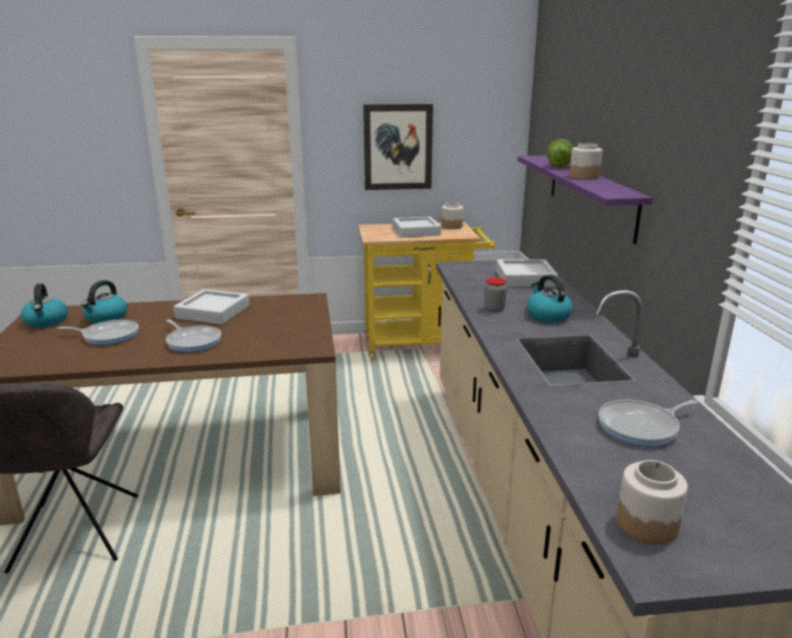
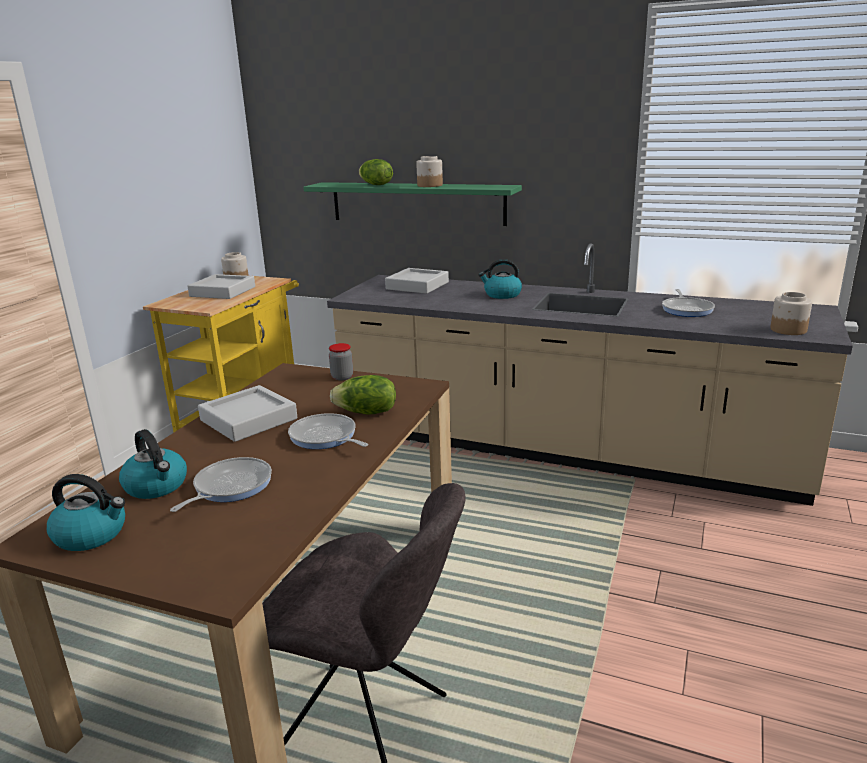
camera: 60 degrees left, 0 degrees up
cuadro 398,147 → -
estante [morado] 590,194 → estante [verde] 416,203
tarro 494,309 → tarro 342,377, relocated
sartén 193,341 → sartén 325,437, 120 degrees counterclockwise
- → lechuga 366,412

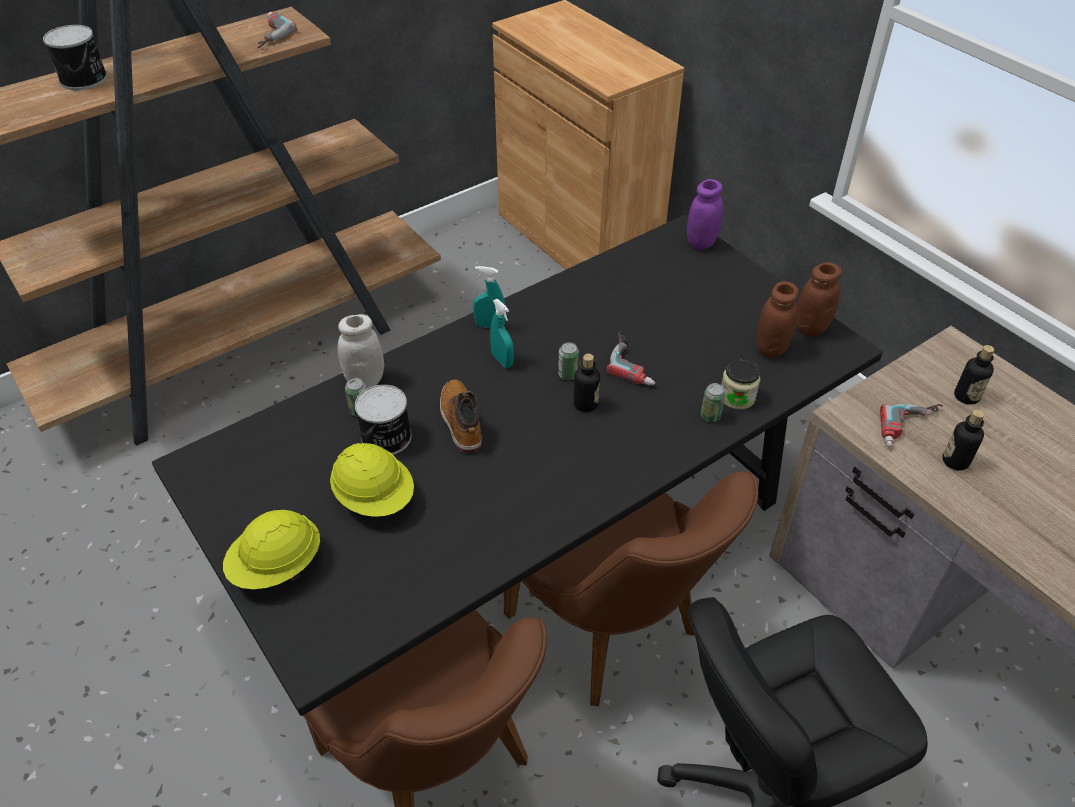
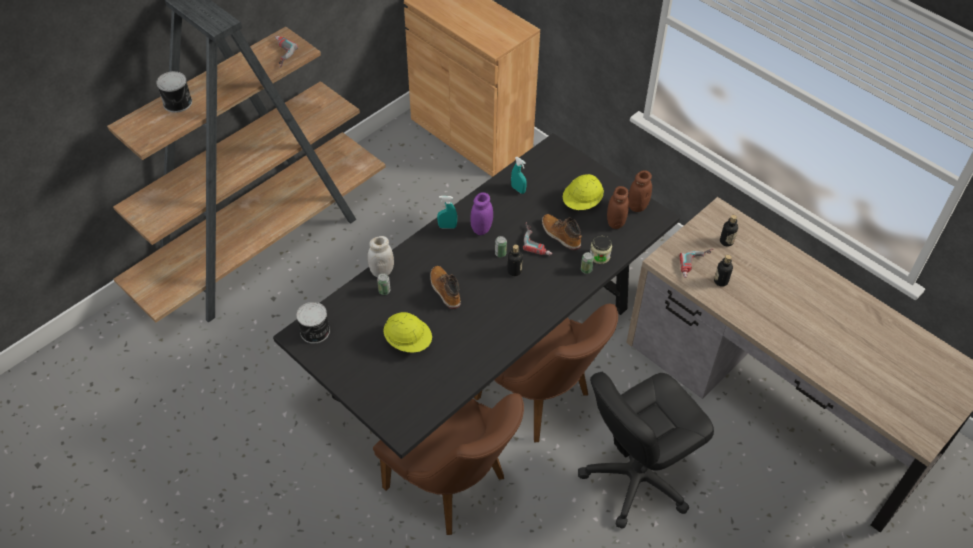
camera: 10 degrees left, 5 degrees up
tarro [morado] 701,243 → tarro [morado] 481,229, relocated
pulverizador [turquesa] 502,360 → pulverizador [turquesa] 518,189, relocated
lata 386,438 → lata 315,332, relocated
casco [amarillo] 277,566 → casco [amarillo] 582,202, relocated
- → bota 560,235

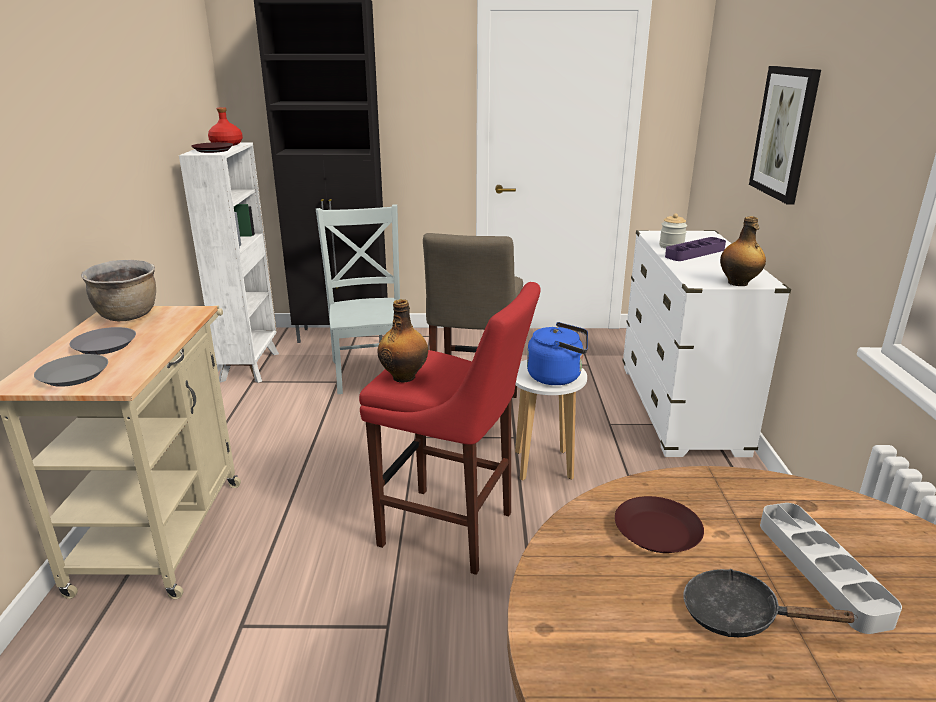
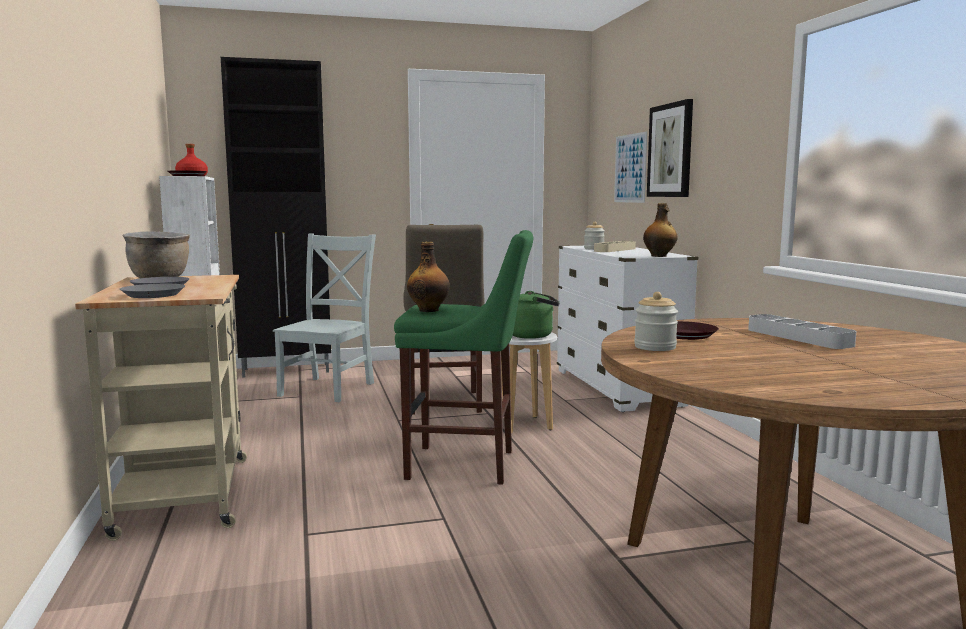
camera: 15 degrees left, 15 degrees down
silla [gris] 371,371 → silla [gris] 329,388, 45 degrees clockwise
bandeja [morado] 695,253 → bandeja [beis] 615,250
taburete [rojo] 452,531 → taburete [verde] 467,465
hervidor [azul] 558,377 → hervidor [verde] 533,335
sartén [negro] 739,616 → -
- → cuadro 630,168
- → tarro 655,347

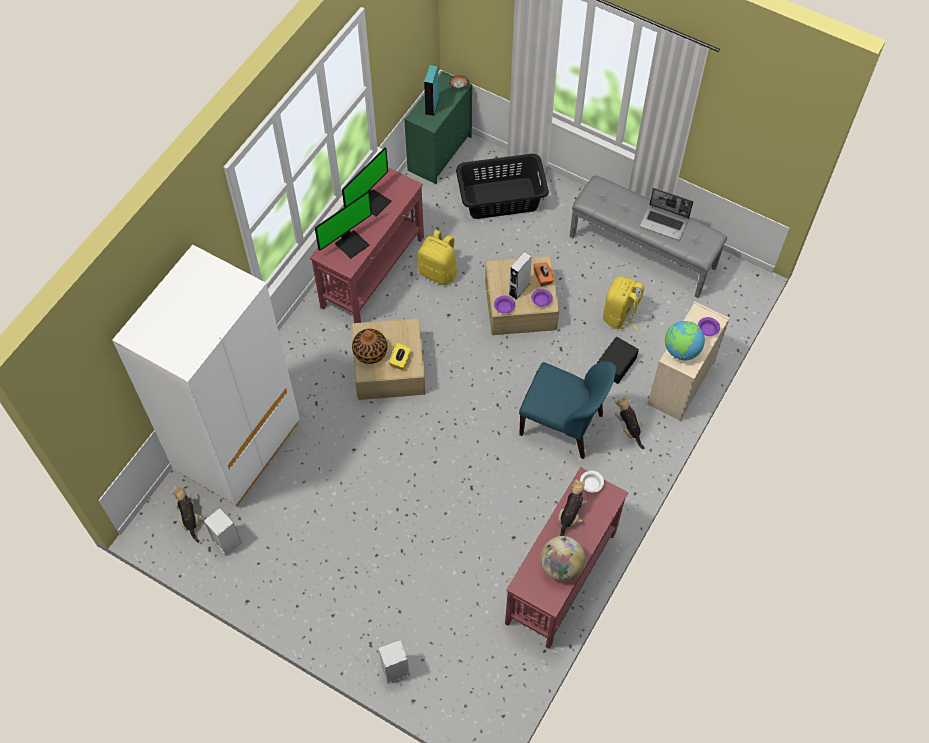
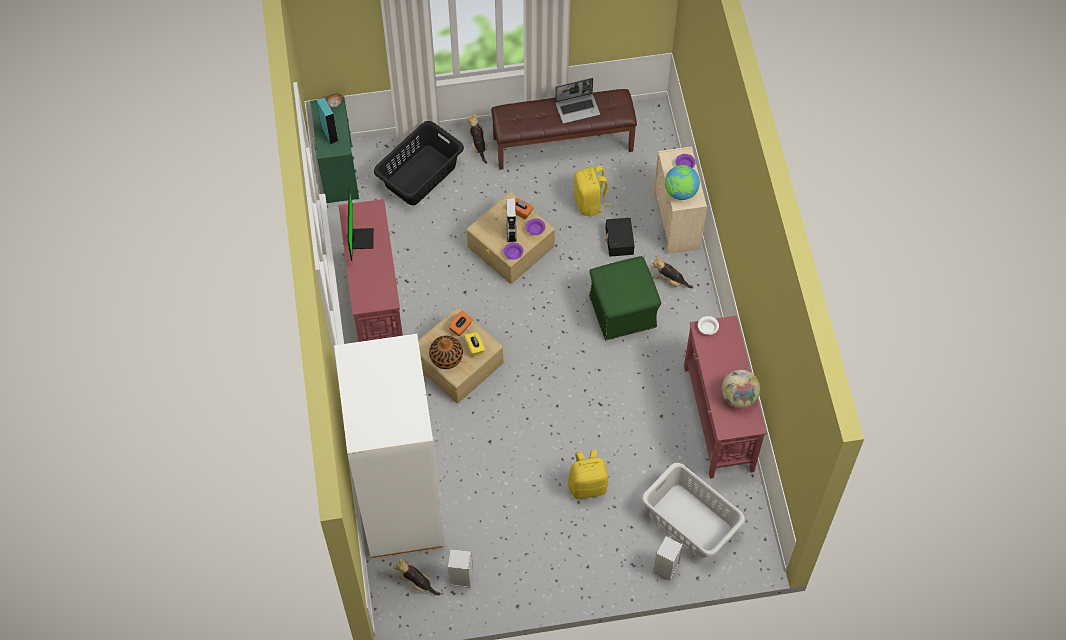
camera: 40 degrees left, 0 degrees up
banco [gris] 643,251 → banco [marrón] 563,143
monitor 351,243 → -
mochila [amarillo] 439,272 → mochila [amarillo] 588,485, relocated
silla [azul] 563,425 → puf [verde] 623,312
peluche 571,515 → peluche 478,145, relocated
- → caja de pañuelos [naranja] 461,327
- → cesto de la ropa [gris] 690,522

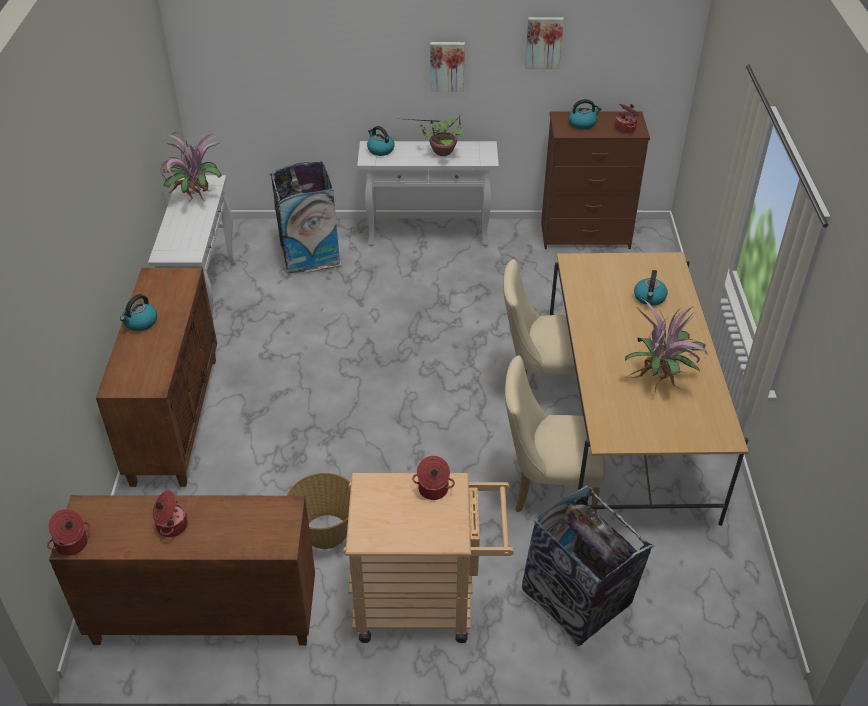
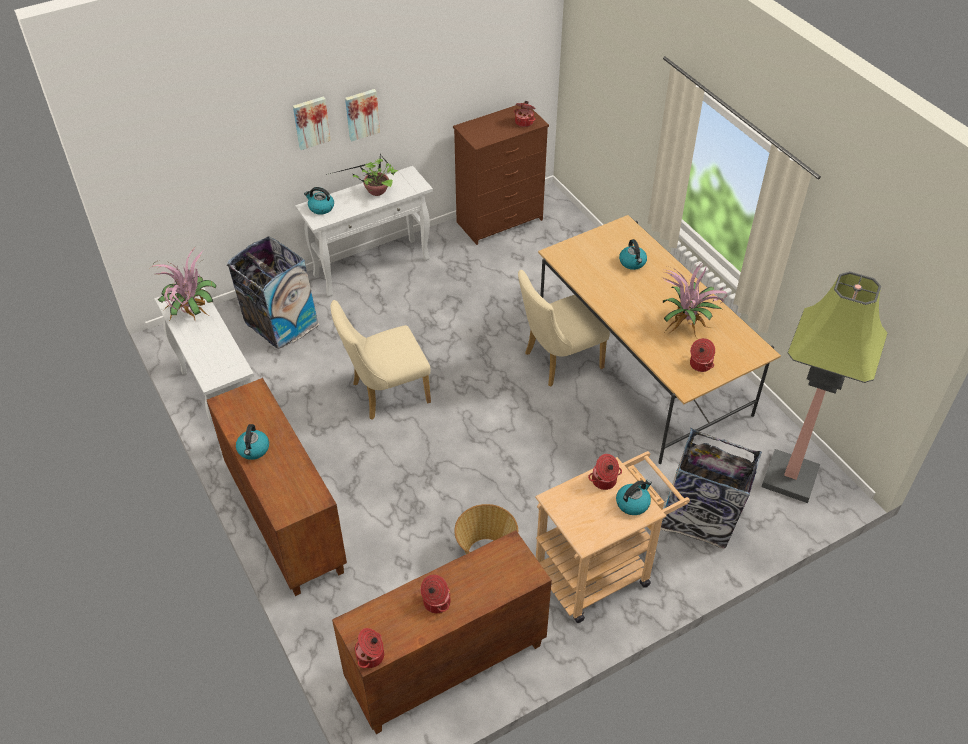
camera: 30 degrees left, 5 degrees up
cuadro 543,42 → cuadro 311,122, relocated
hervidor 582,124 → hervidor 633,503, relocated
silla [beis] 547,489 → silla [beis] 385,394, relocated
- → lámpara de pie 789,478
- → olla 700,365

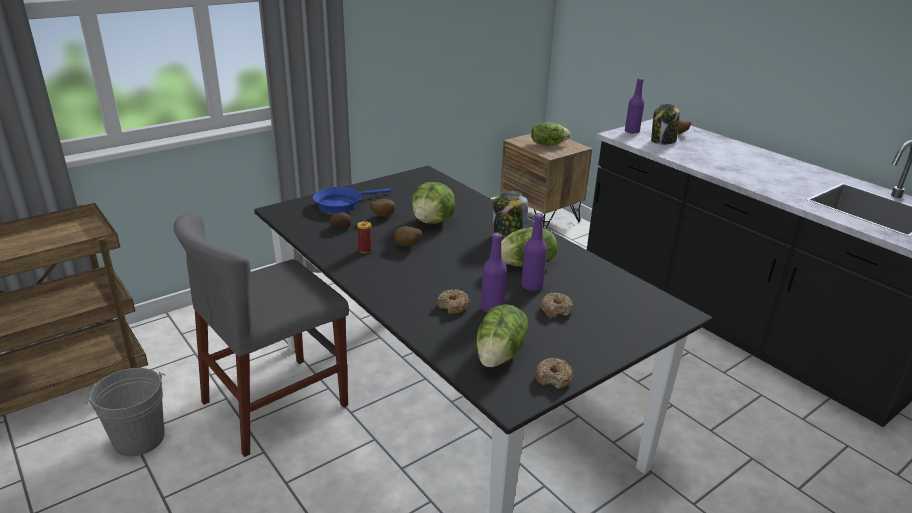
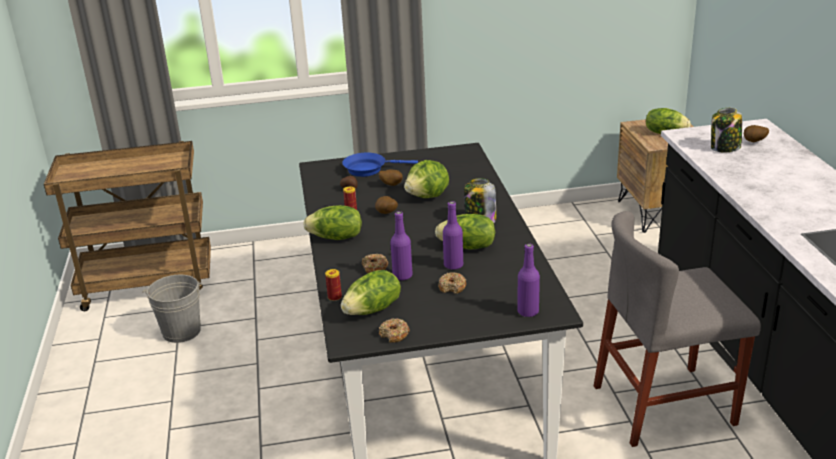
camera: 30 degrees right, 0 degrees up
botella [morado] 632,132 → botella [morado] 528,312, relocated
silla [gris] 275,403 → silla [gris] 664,405, relocated
- → lechuga 336,238
- → lata 334,297

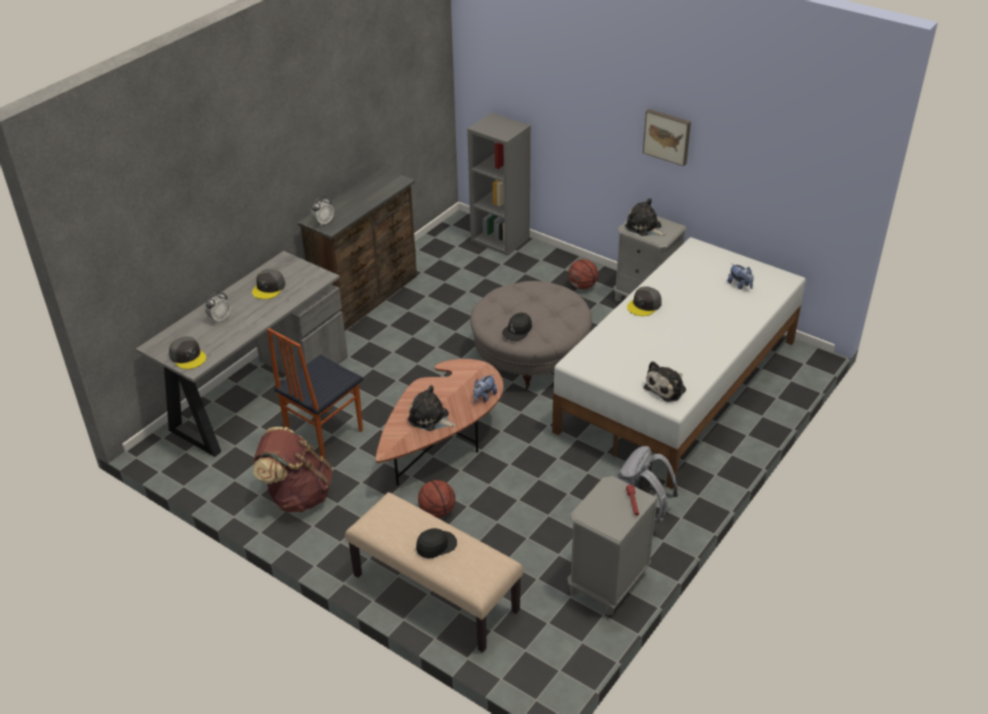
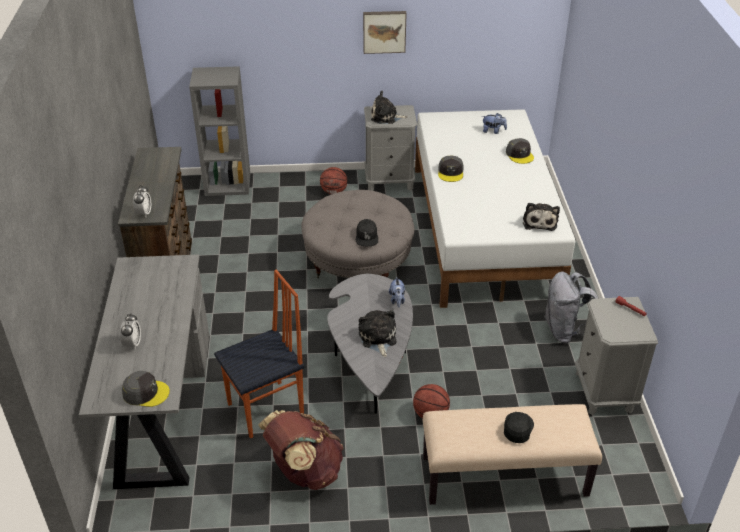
camera: 40 degrees left, 0 degrees up
gorra [gris] 269,288 → gorra [gris] 519,155, relocated
silla 323,435 → silla 267,409, 120 degrees counterclockwise
mesa de centro [marrón] 443,442 → mesa de centro [gris] 371,359
peluche 430,419 → peluche 378,338, 90 degrees clockwise

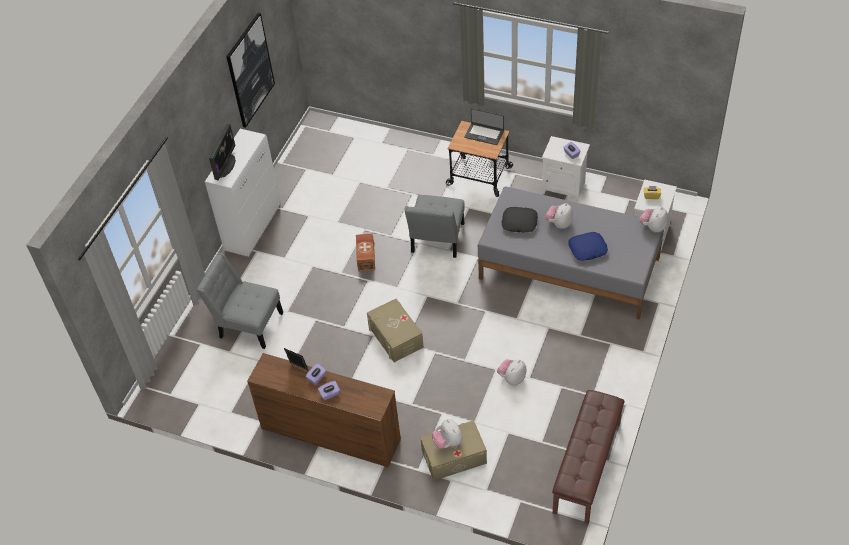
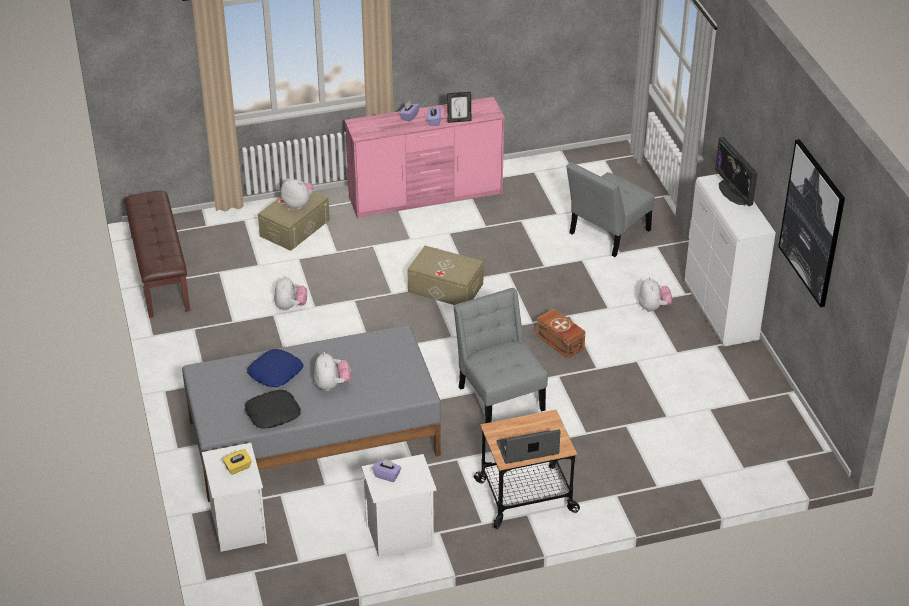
camera: 140 degrees right, 10 degrees down
cojín [negro] 519,223 → cojín [negro] 273,413, relocated
peluche 653,227 → peluche 653,307, relocated
silla [gris] 248,324 → silla [gris] 606,234, 150 degrees clockwise
cómoda [marrón] 330,433 → cómoda [rosa] 426,196

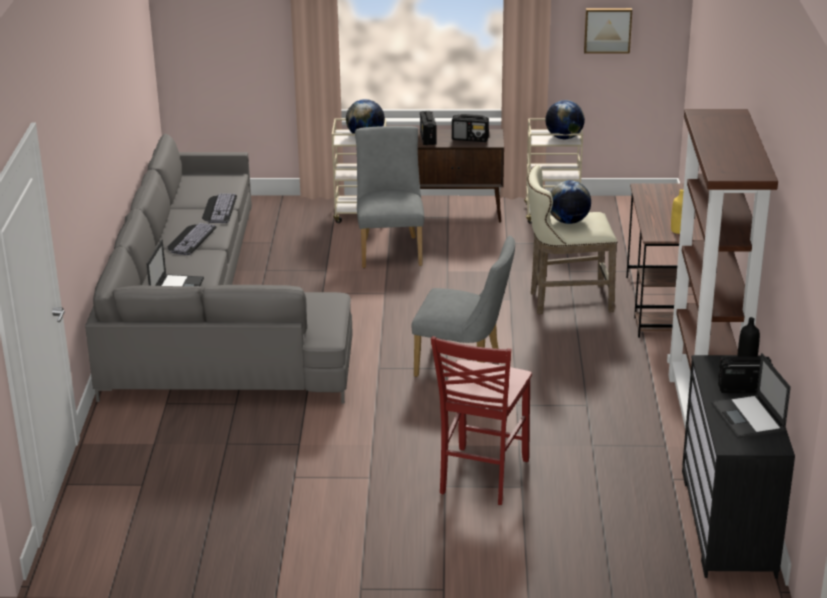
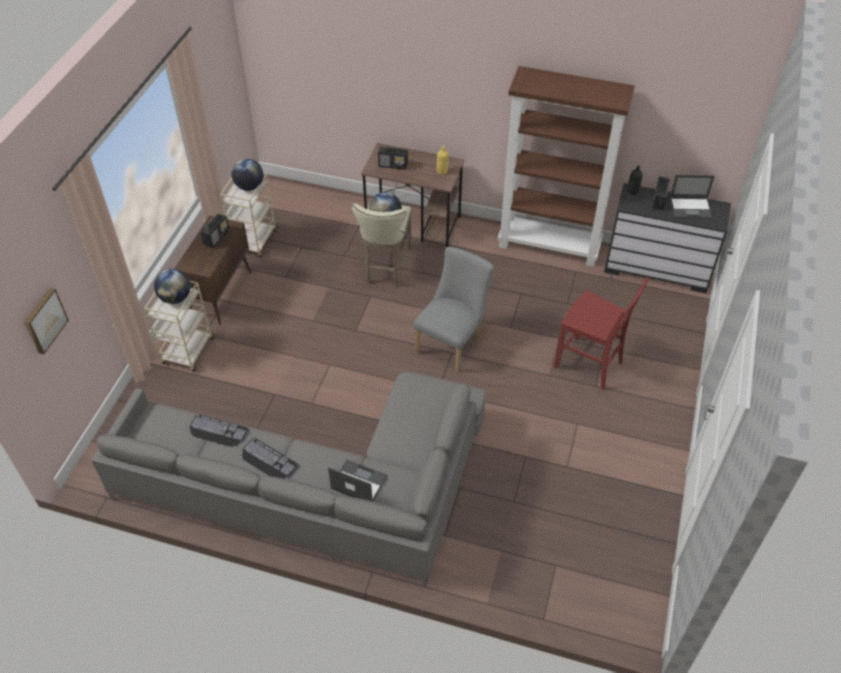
camera: 75 degrees left, 20 degrees up
cuadro 607,29 → cuadro 44,320, relocated
radio 428,138 → radio 393,165, relocated
silla [gris] 390,249 → -

